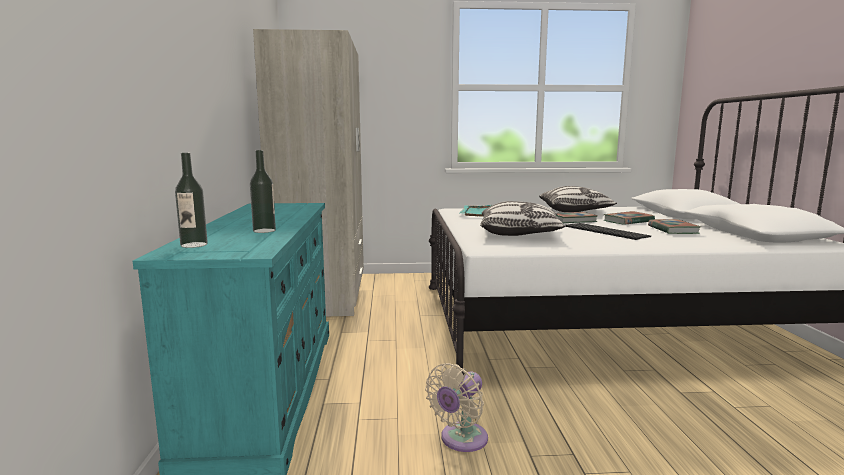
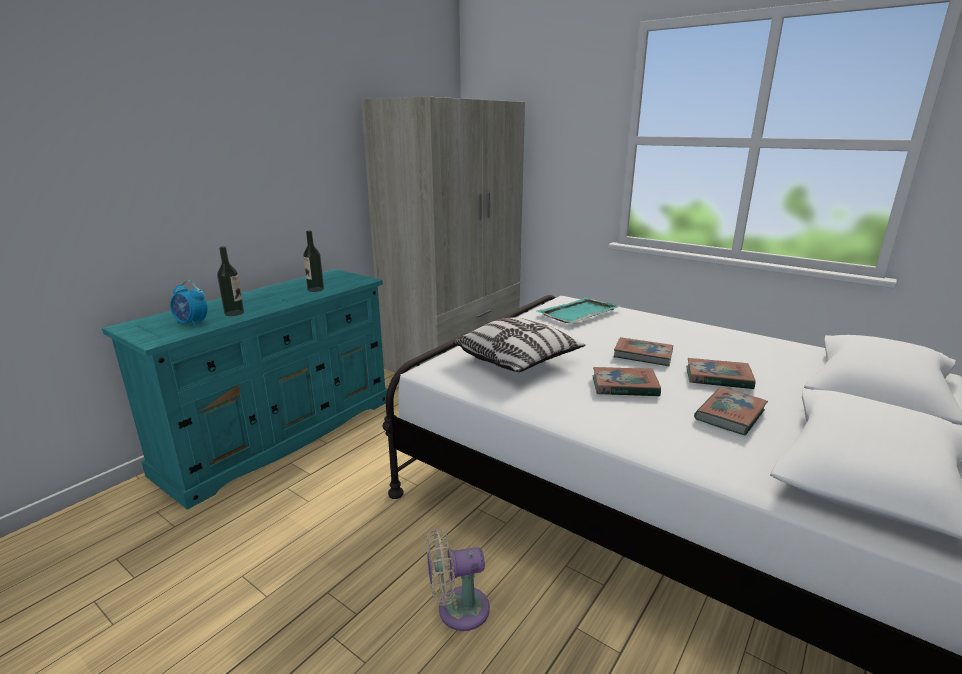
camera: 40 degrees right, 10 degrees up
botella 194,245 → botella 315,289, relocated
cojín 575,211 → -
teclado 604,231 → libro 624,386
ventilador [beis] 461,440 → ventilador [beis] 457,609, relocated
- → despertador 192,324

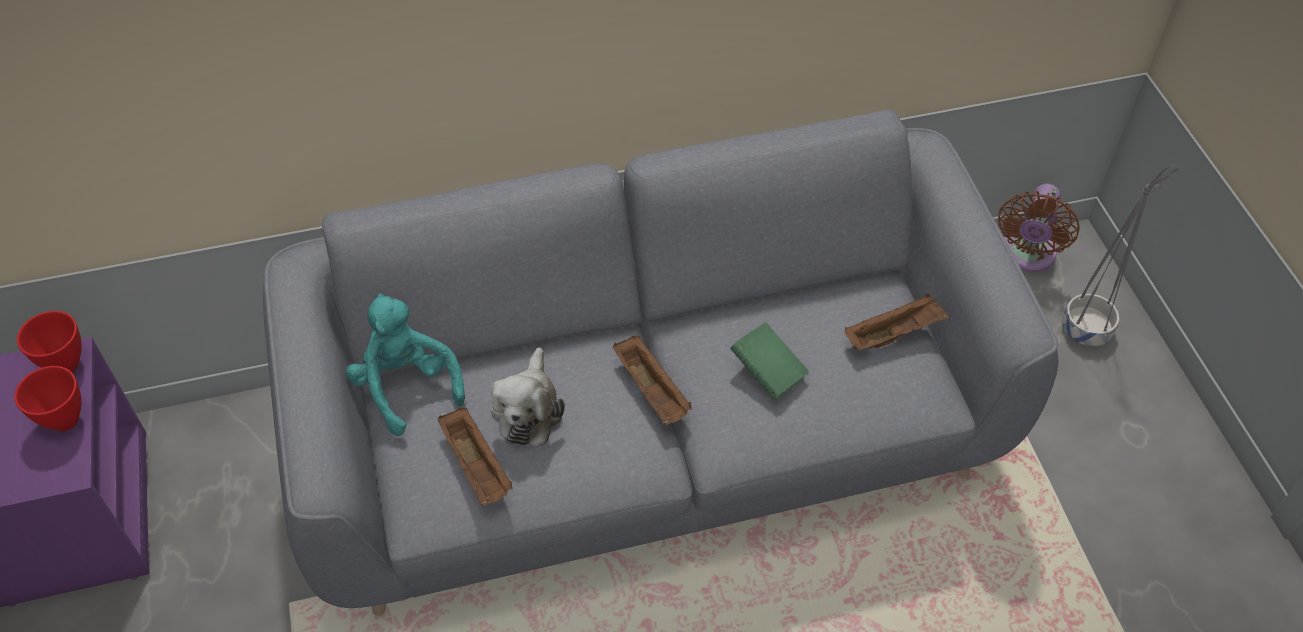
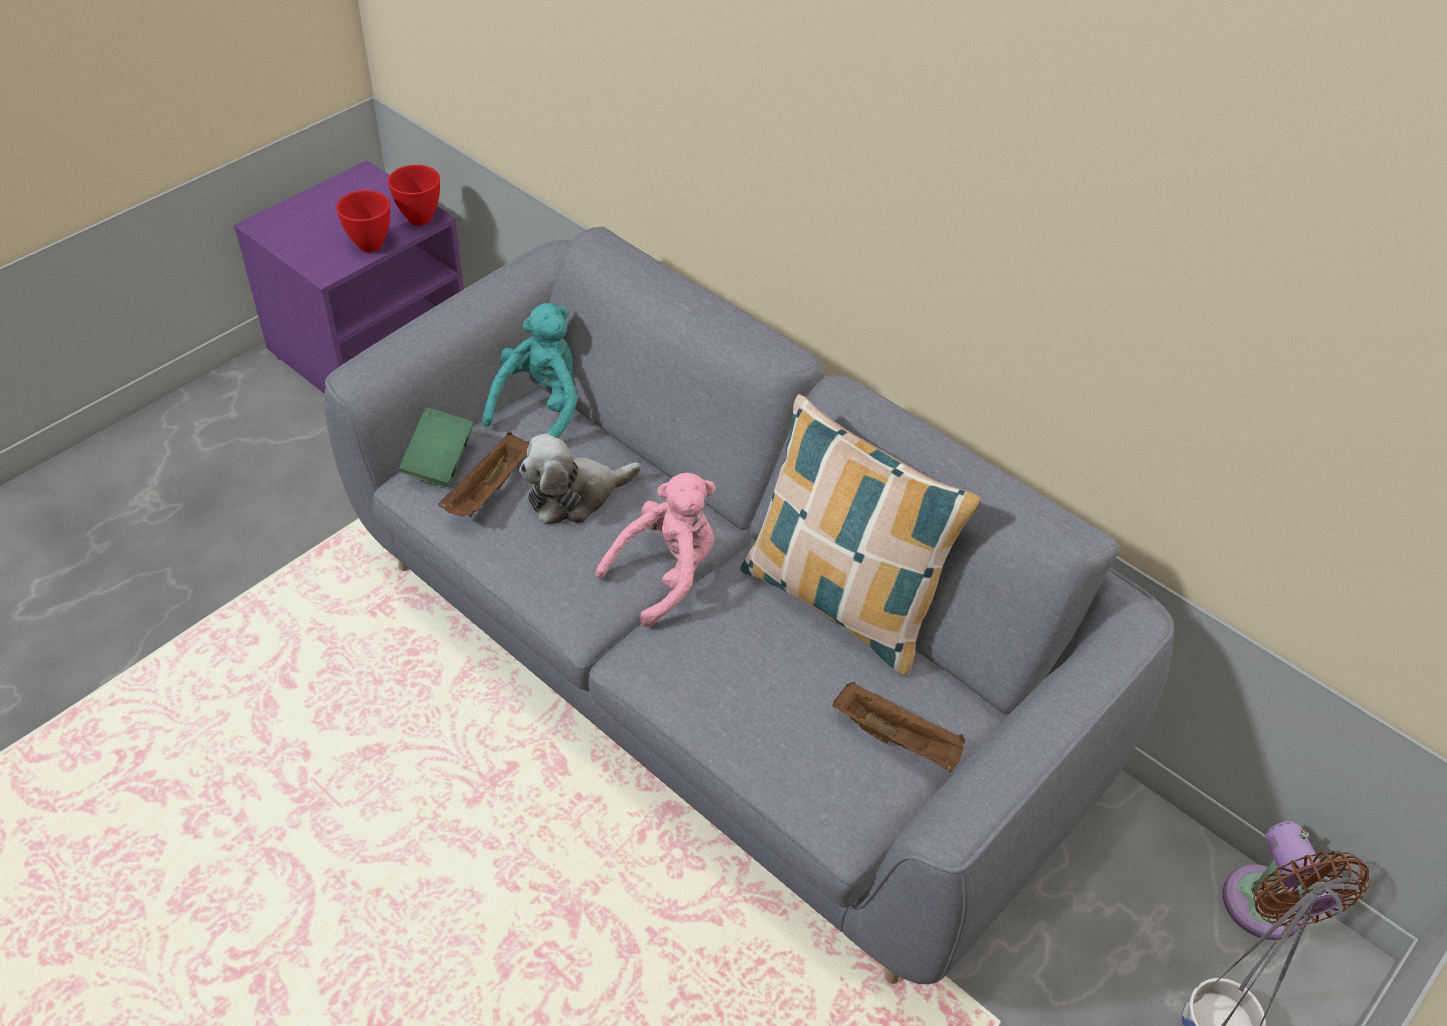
camera: 55 degrees right, 5 degrees down
ventilador [marrón] 1026,255 → ventilador [marrón] 1267,912, 90 degrees counterclockwise
libro [verde] 768,371 → libro [verde] 439,461, relocated
bandeja [marrón] 652,391 → peluche [rosa] 666,574
- → cojín 841,603

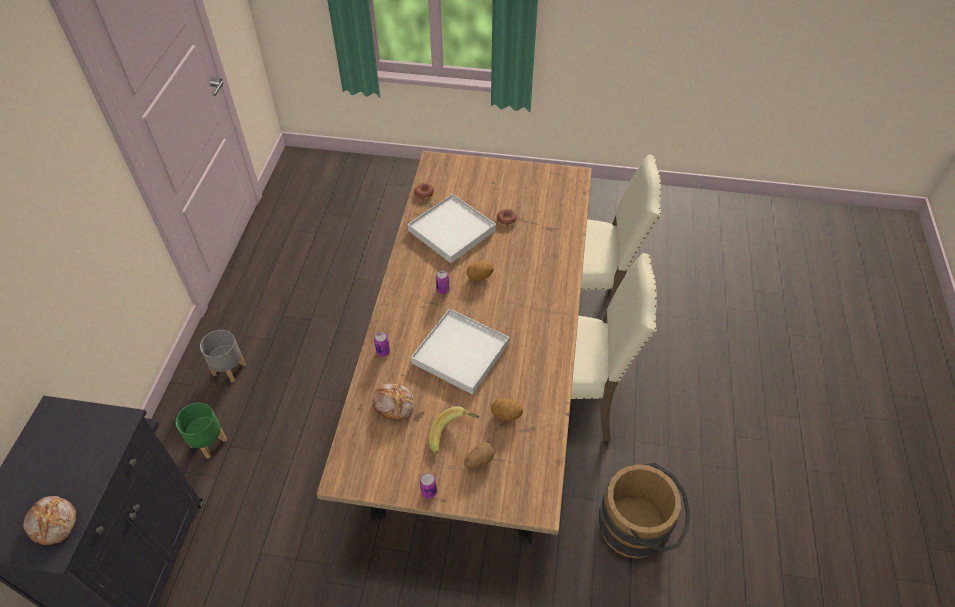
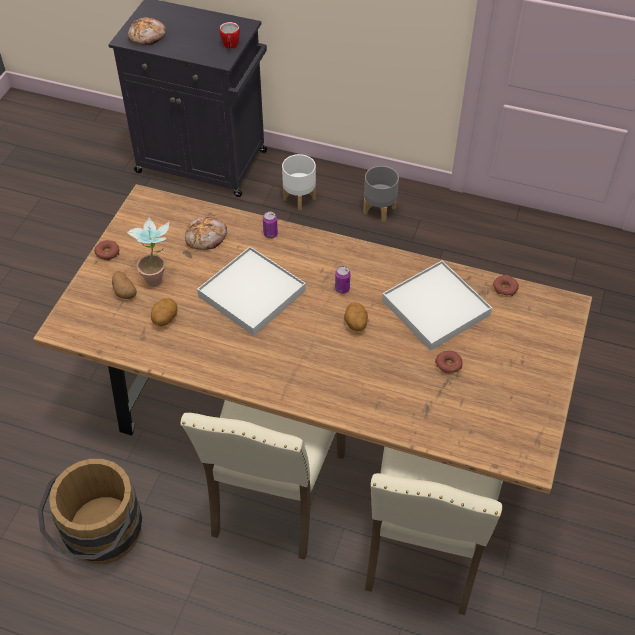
camera: 100 degrees right, 0 degrees up
maceta [verde] 208,442 → maceta [blanco] 299,198
plátano 454,435 → planta en maceta 157,277
lata 429,492 → rosquilla 107,253
- → taza grande 230,46

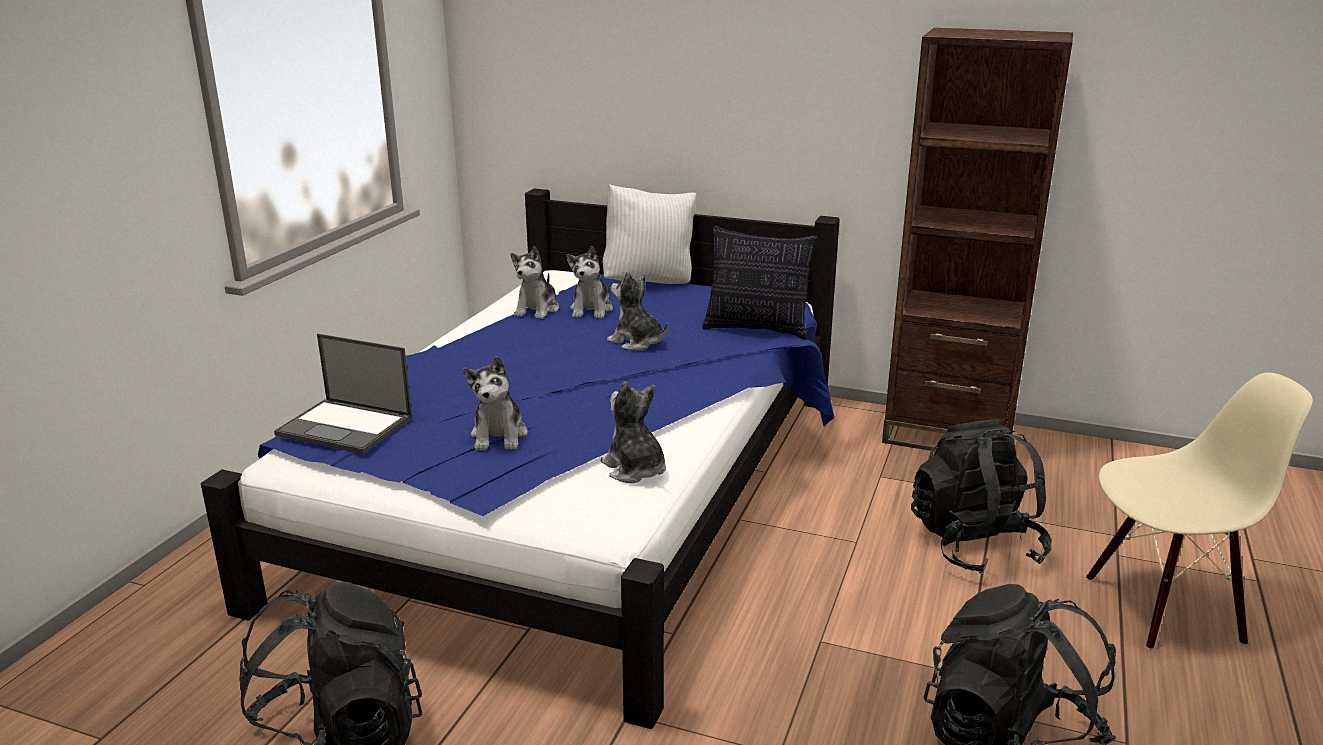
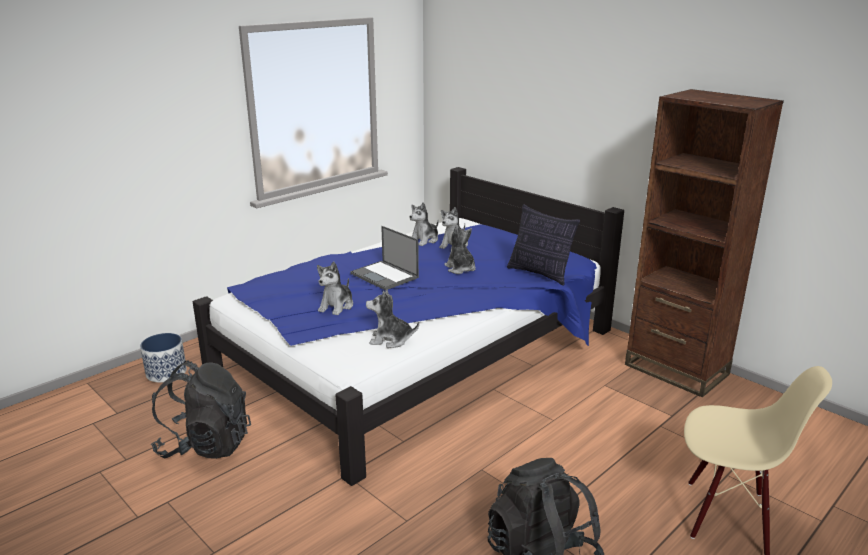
camera: 25 degrees right, 0 degrees up
cojín [blanco] 649,282 → -
portátil 346,426 → portátil 385,276, relocated
peluche 635,469 → peluche 390,340, 75 degrees counterclockwise
mochila [negro] 974,544 → -
- → maceta 166,372

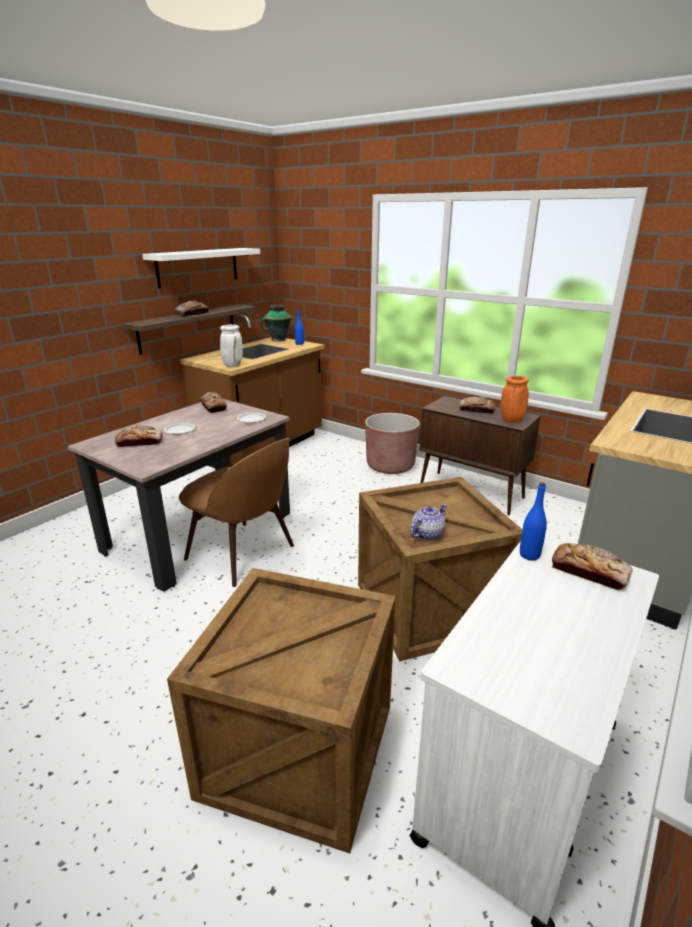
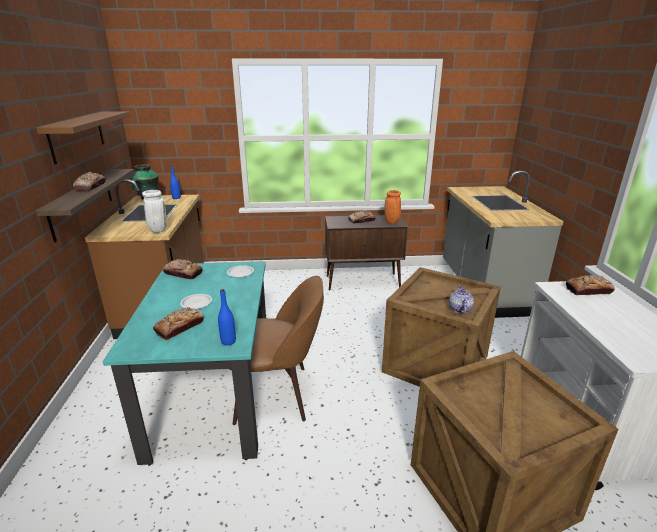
camera: 40 degrees left, 0 degrees up
estante [blanco] 198,267 → estante [marrón] 77,135
mesa de comedor [beis] 200,532 → mesa de comedor [turquesa] 214,396
maceta [marrón] 390,466 → -
botella [azul] 529,555 → botella [azul] 228,341, relocated

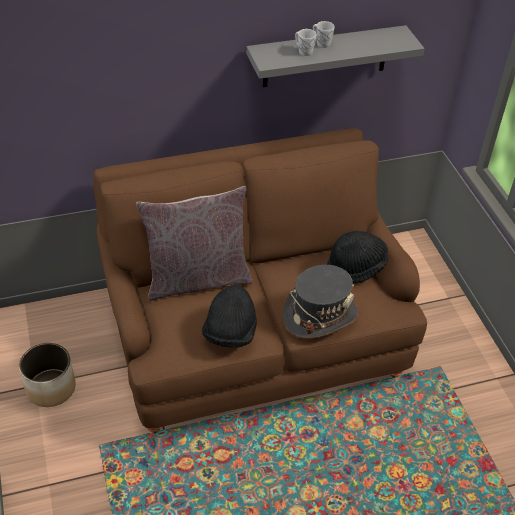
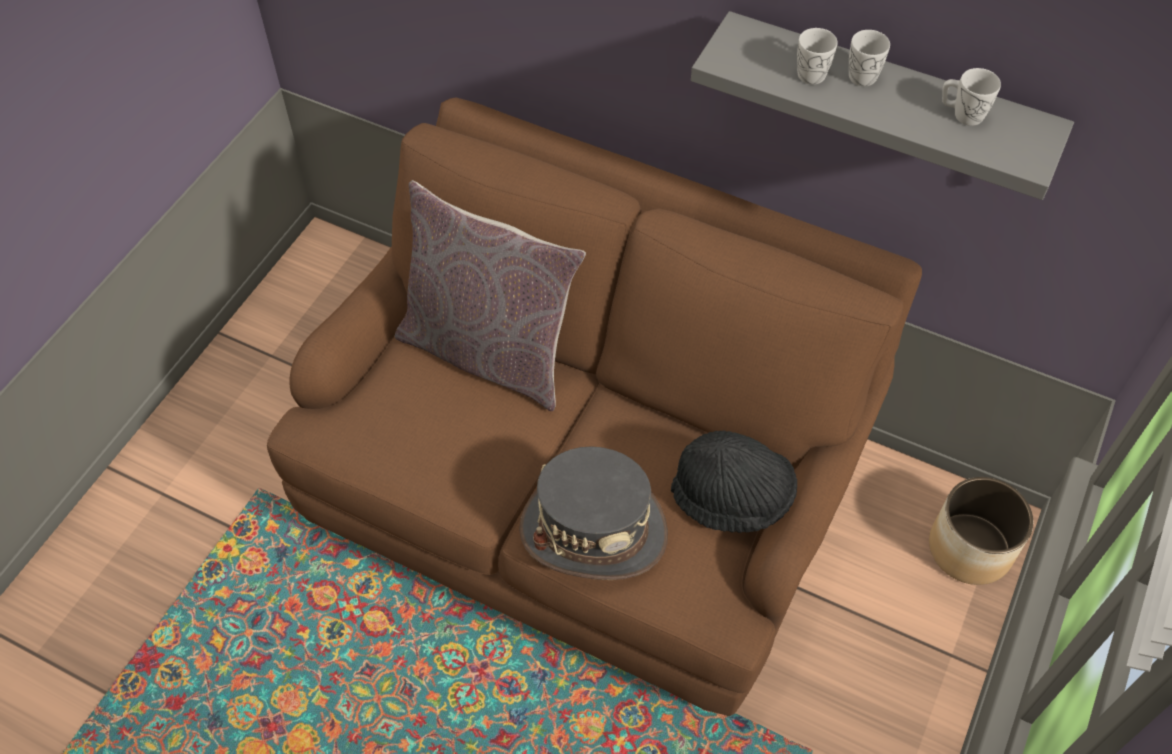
camera: 45 degrees right, 10 degrees up
sombrero [negro] 230,333 → -
maceta 50,387 → maceta 969,547, relocated
- → taza grande [blanco] 962,114

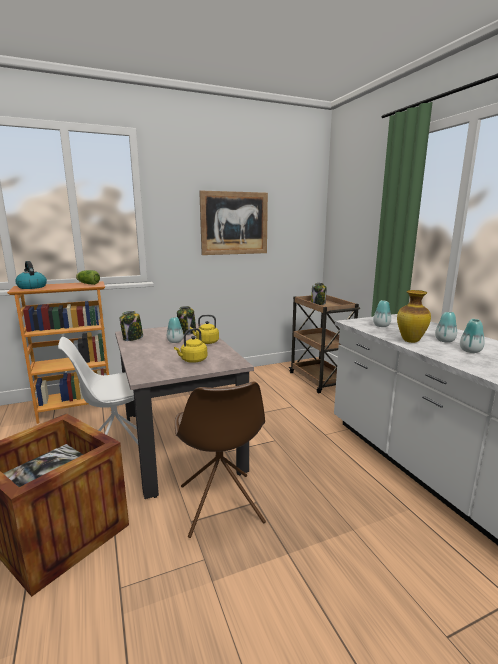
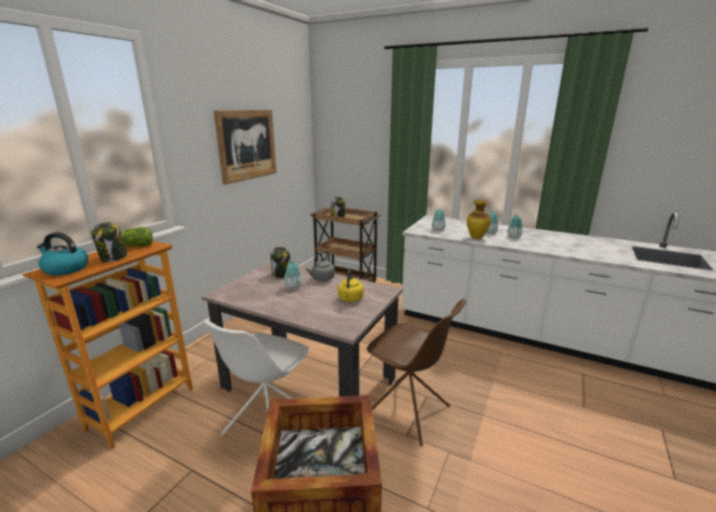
camera: 40 degrees left, 5 degrees up
tarro 132,338 → tarro 114,258, relocated
hervidor [amarillo] 206,342 → hervidor [gris] 322,279

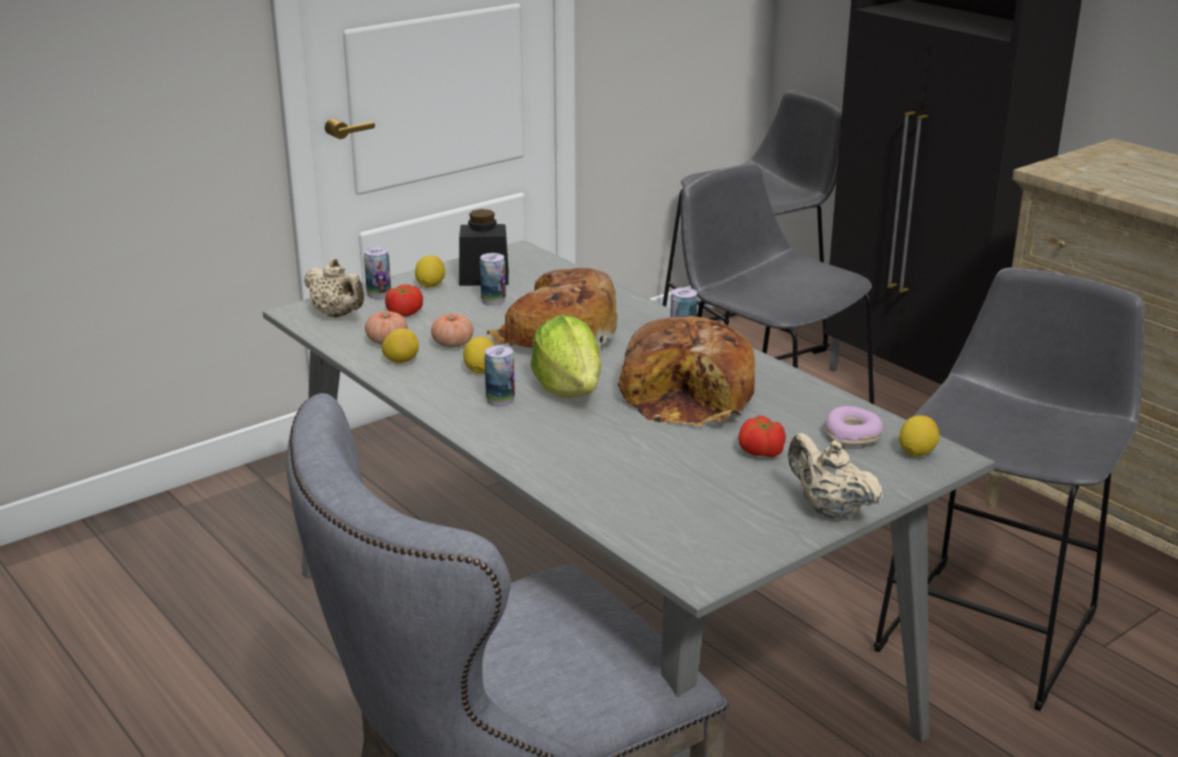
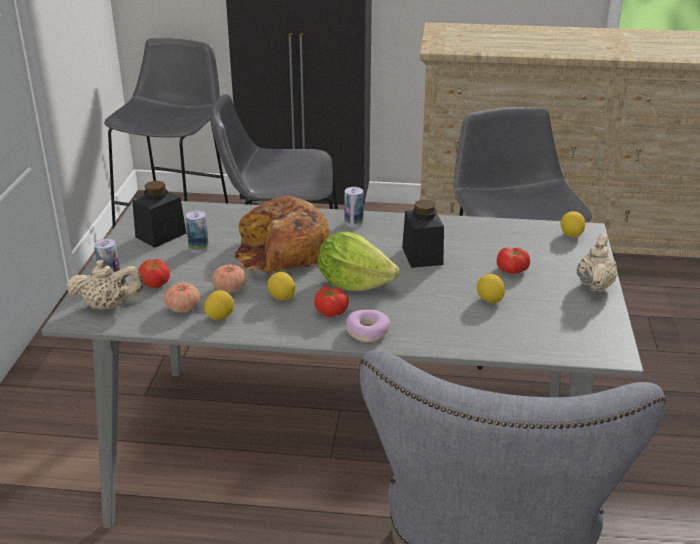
camera: 45 degrees left, 5 degrees up
limón 430,285 → limón 489,300, relocated
pan 690,396 → tarro [negro] 422,256
lata 500,401 → tomate 331,311
rosquilla 852,435 → rosquilla 367,331, relocated
tetera [beis] 829,510 → tetera [beis] 594,285, 105 degrees clockwise

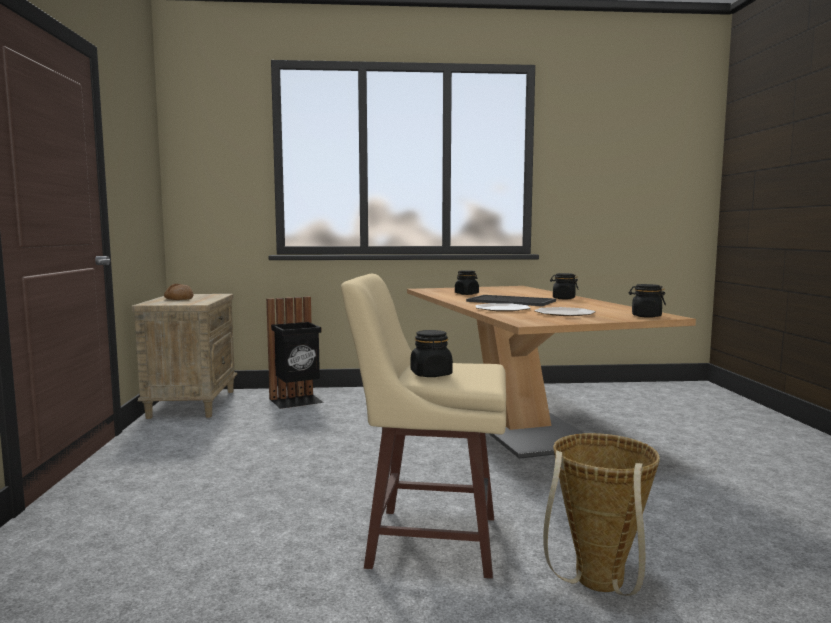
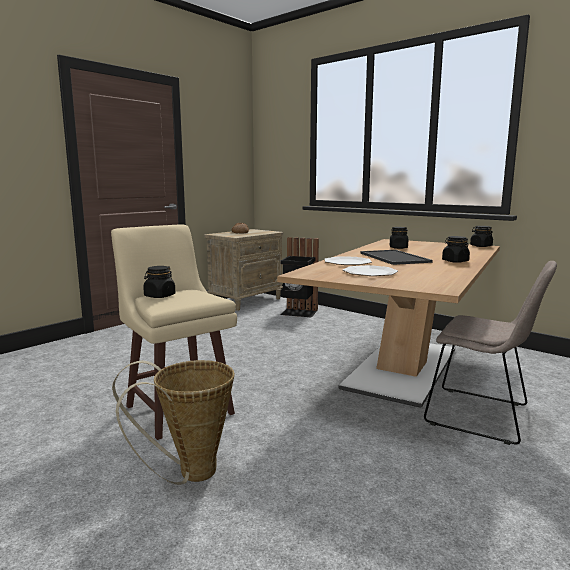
camera: 45 degrees right, 5 degrees up
tarro [negro] 646,316 → tarro [negro] 480,246, relocated
- → silla [beis] 482,416

